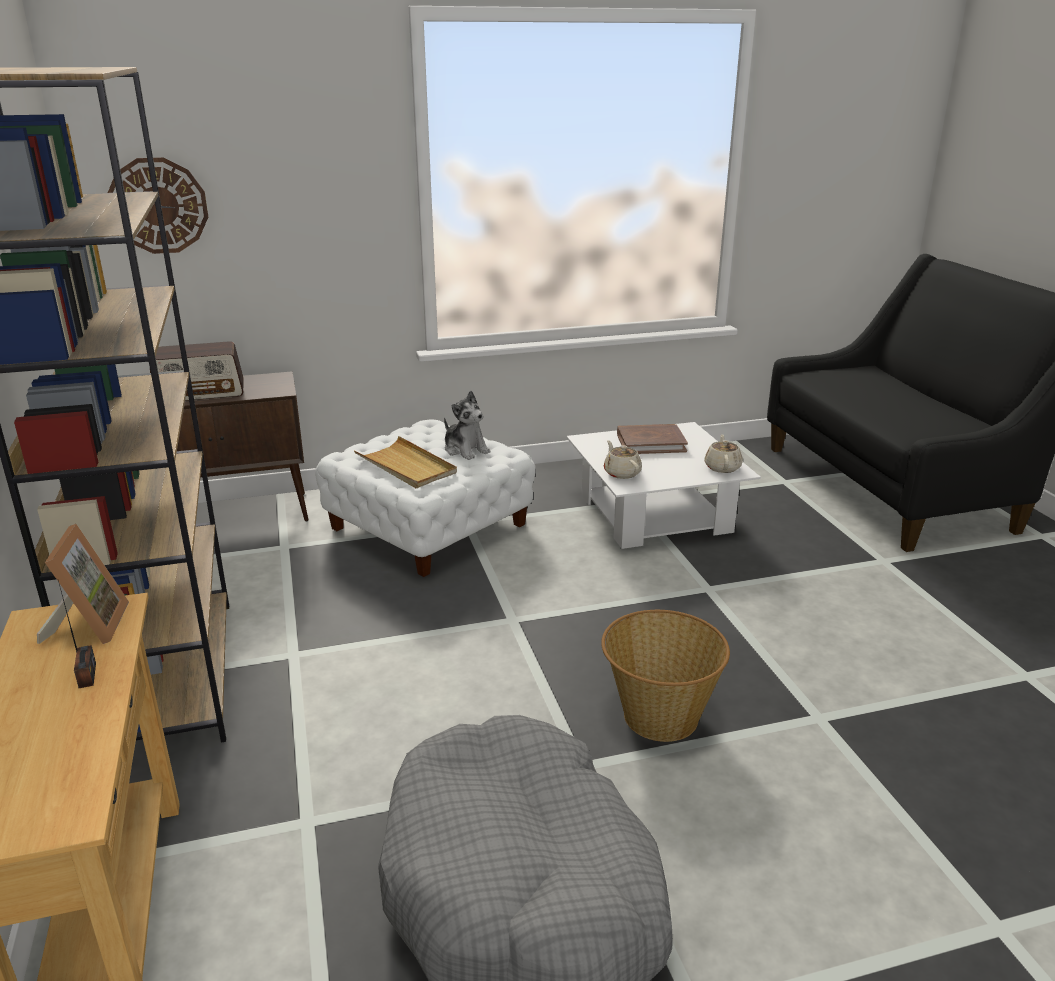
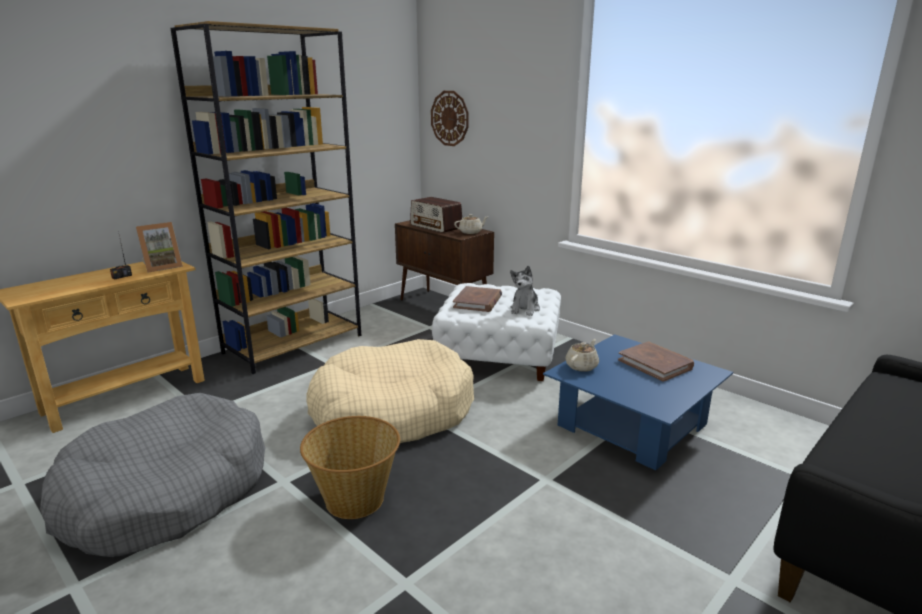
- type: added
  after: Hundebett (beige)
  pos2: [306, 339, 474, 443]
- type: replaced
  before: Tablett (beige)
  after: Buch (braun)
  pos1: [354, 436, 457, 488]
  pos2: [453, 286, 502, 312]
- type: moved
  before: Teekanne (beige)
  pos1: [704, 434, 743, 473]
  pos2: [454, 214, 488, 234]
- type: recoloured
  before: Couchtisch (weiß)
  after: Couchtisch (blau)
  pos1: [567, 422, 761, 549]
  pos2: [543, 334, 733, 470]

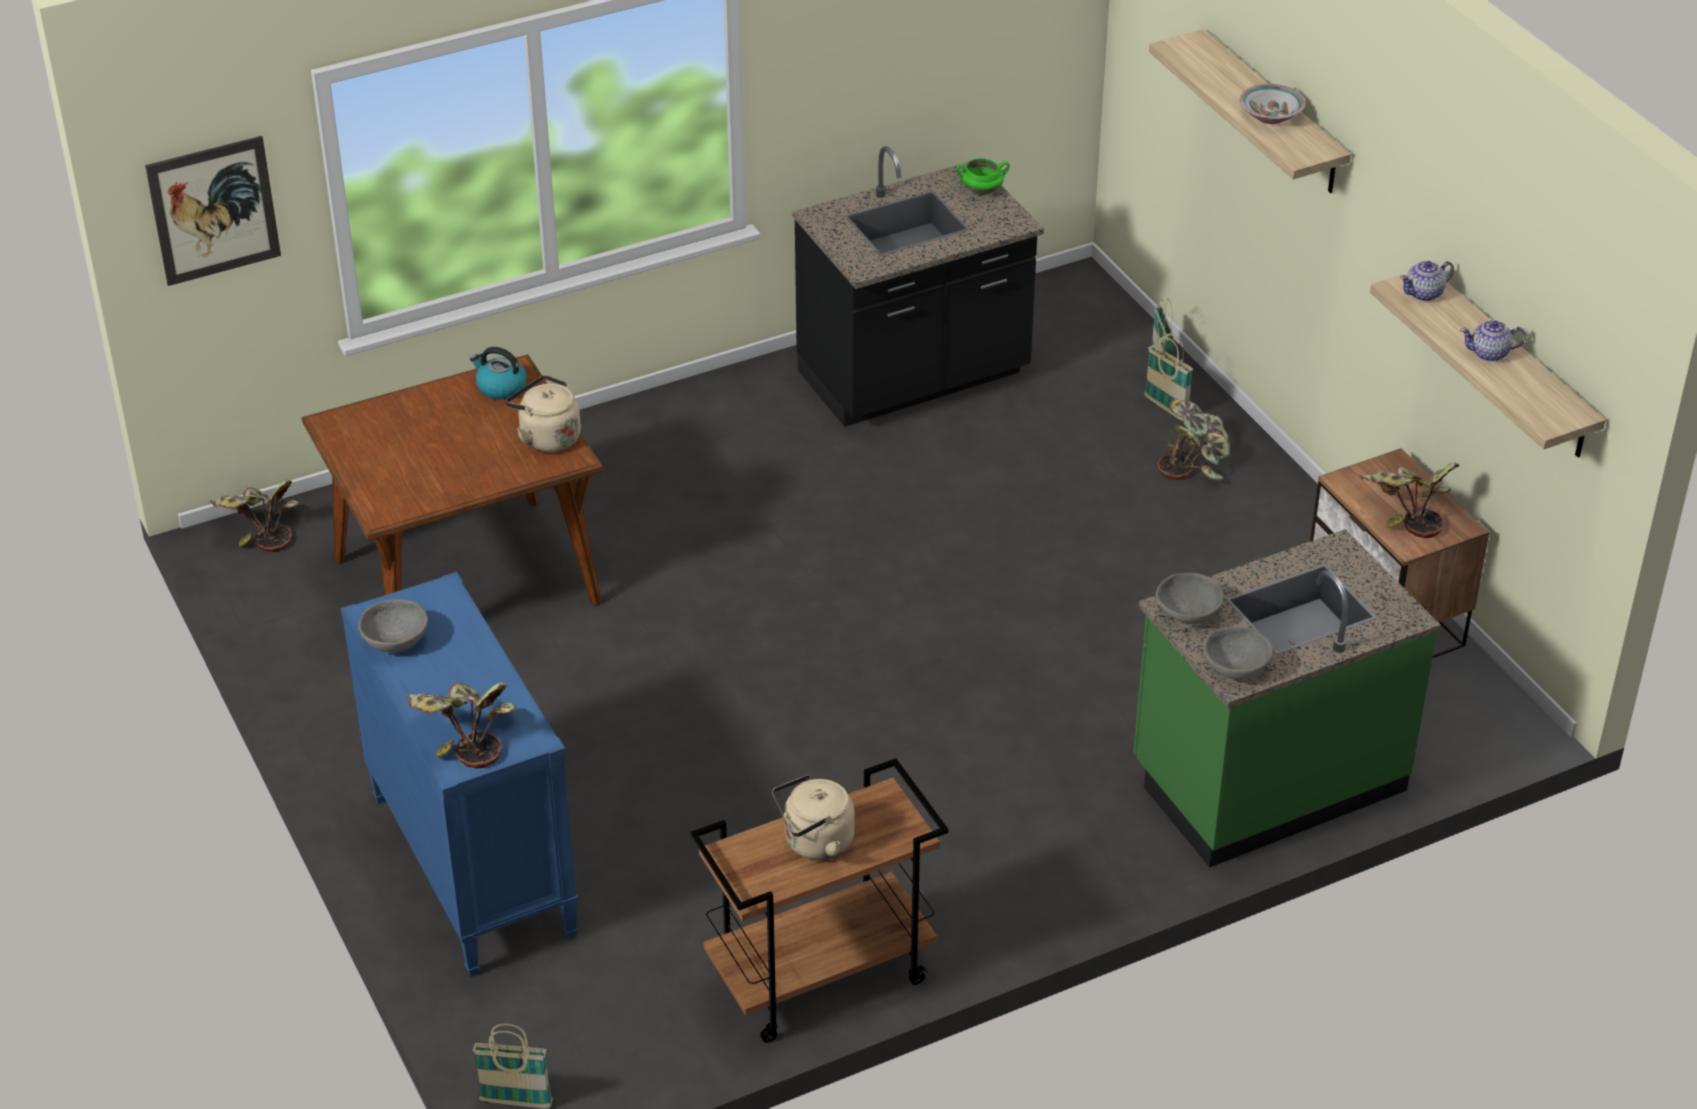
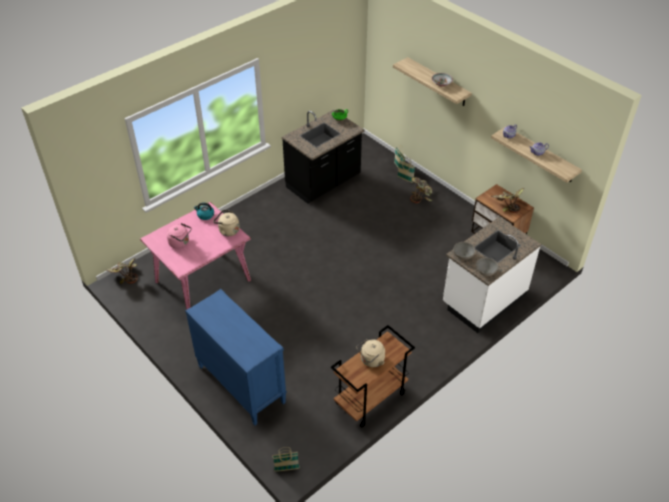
- type: recoloured
  before: Esstisch (braun)
  after: Esstisch (rosa)
  pos1: [302, 354, 604, 606]
  pos2: [140, 202, 251, 310]
- type: added
  after: Wasserkessel (rosa)
  pos2: [166, 223, 191, 249]
- type: recoloured
  before: Küchenzeile (grün)
  after: Küchenzeile (weiß)
  pos1: [1133, 529, 1440, 867]
  pos2: [443, 217, 541, 333]
- type: removed
  before: Bild
  pos1: [145, 136, 281, 286]
- type: removed
  before: Schüssel (grau)
  pos1: [359, 599, 428, 652]
- type: removed
  before: Topfpflanze
  pos1: [407, 683, 517, 768]

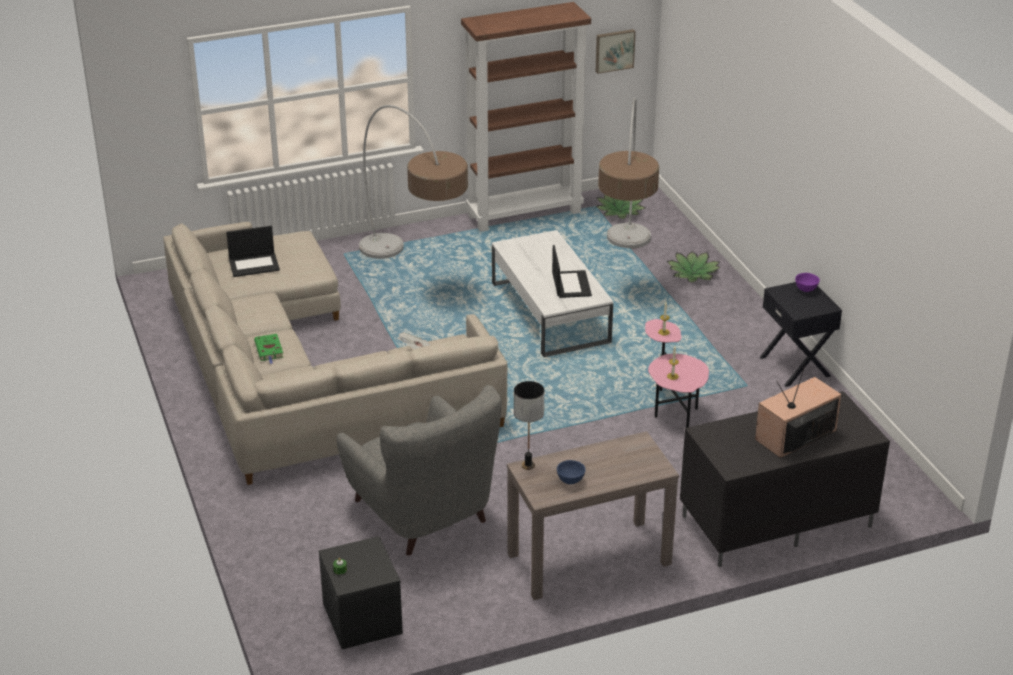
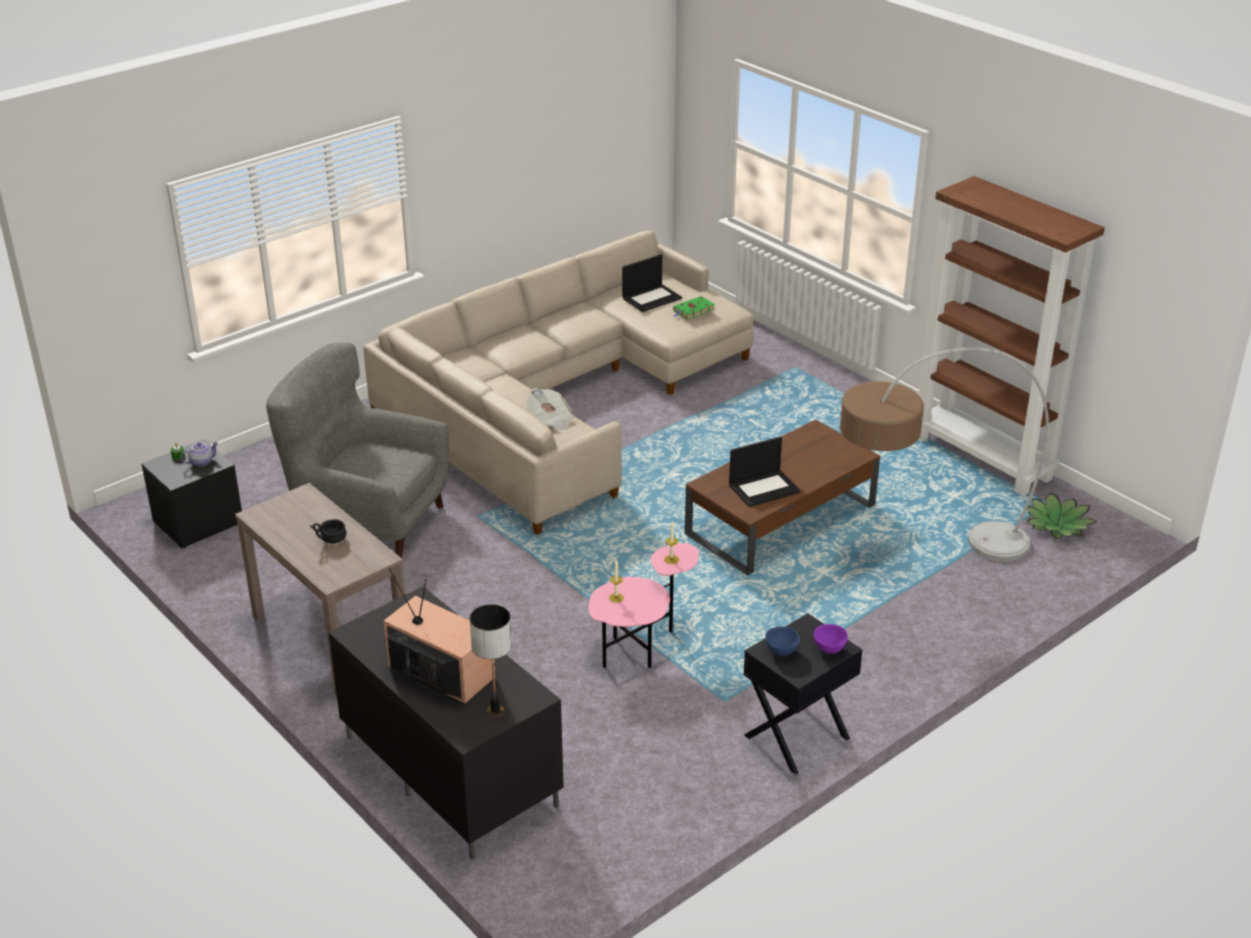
- type: added
  after: Teekanne
  pos2: [181, 442, 219, 467]
- type: turned
  before: Sessel (grau)
  pos1: [337, 385, 502, 556]
  pos2: [266, 342, 449, 558]
  turn: 75
- type: added
  after: Schüssel (schwarz)
  pos2: [310, 519, 347, 544]
- type: moved
  before: Tischlampe
  pos1: [514, 381, 544, 470]
  pos2: [470, 604, 512, 718]
- type: turned
  before: Laptop
  pos1: [226, 226, 280, 277]
  pos2: [622, 254, 682, 312]
  turn: -90
- type: moved
  before: Buch (grün)
  pos1: [254, 334, 283, 364]
  pos2: [673, 296, 715, 319]
- type: recoloured
  before: Couchtisch (weiß)
  after: Couchtisch (braun)
  pos1: [492, 230, 613, 357]
  pos2: [685, 420, 880, 576]
- type: moved
  before: Schüssel (blau)
  pos1: [557, 460, 586, 484]
  pos2: [765, 626, 800, 656]
- type: removed
  before: Stehlampe
  pos1: [359, 105, 468, 259]
- type: removed
  before: Bild
  pos1: [596, 29, 636, 74]
- type: removed
  before: Topfpflanze
  pos1: [667, 252, 721, 283]

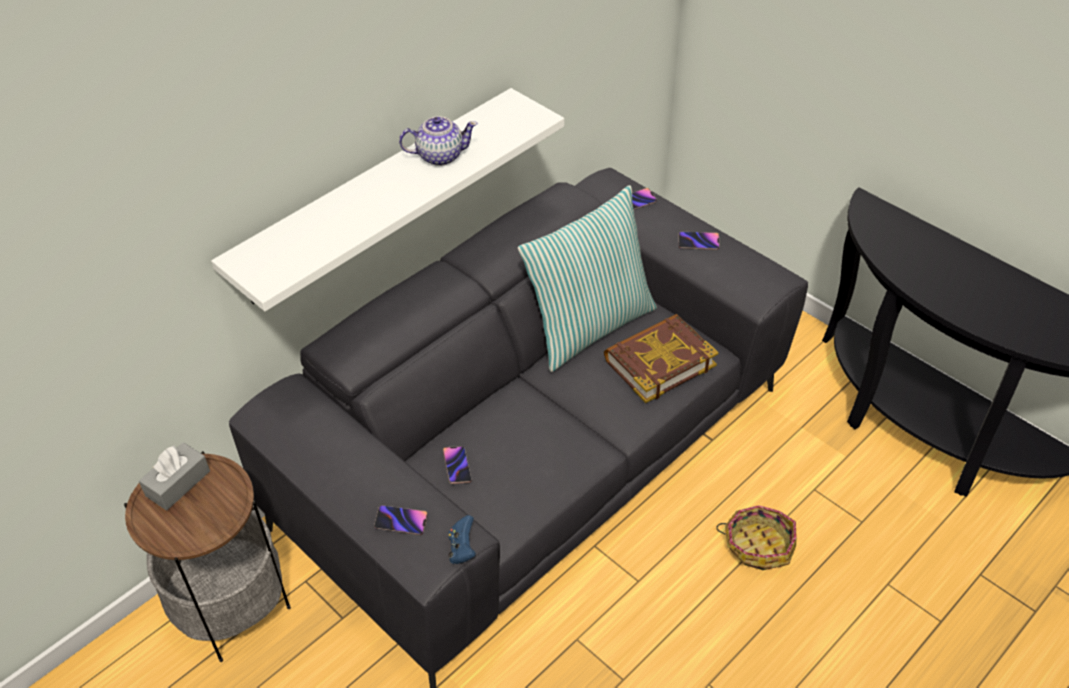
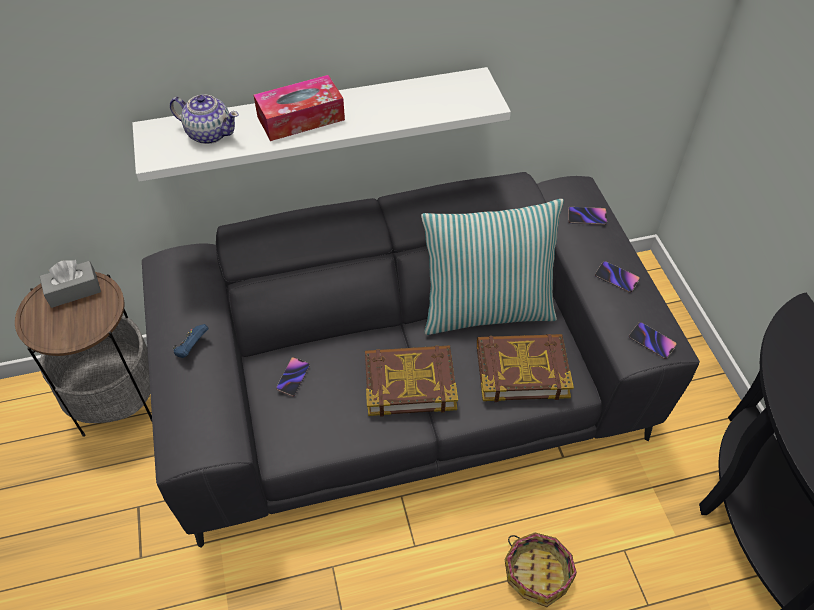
- type: moved
  before: Teekanne
  pos1: [399, 116, 478, 166]
  pos2: [170, 94, 239, 144]
- type: moved
  before: Gamepad (blau)
  pos1: [448, 515, 476, 564]
  pos2: [173, 324, 209, 358]
- type: added
  after: Taschentuchbox
  pos2: [254, 75, 345, 141]
- type: added
  after: Buch
  pos2: [365, 345, 458, 417]
- type: moved
  before: Handy
  pos1: [374, 505, 428, 535]
  pos2: [629, 322, 677, 359]

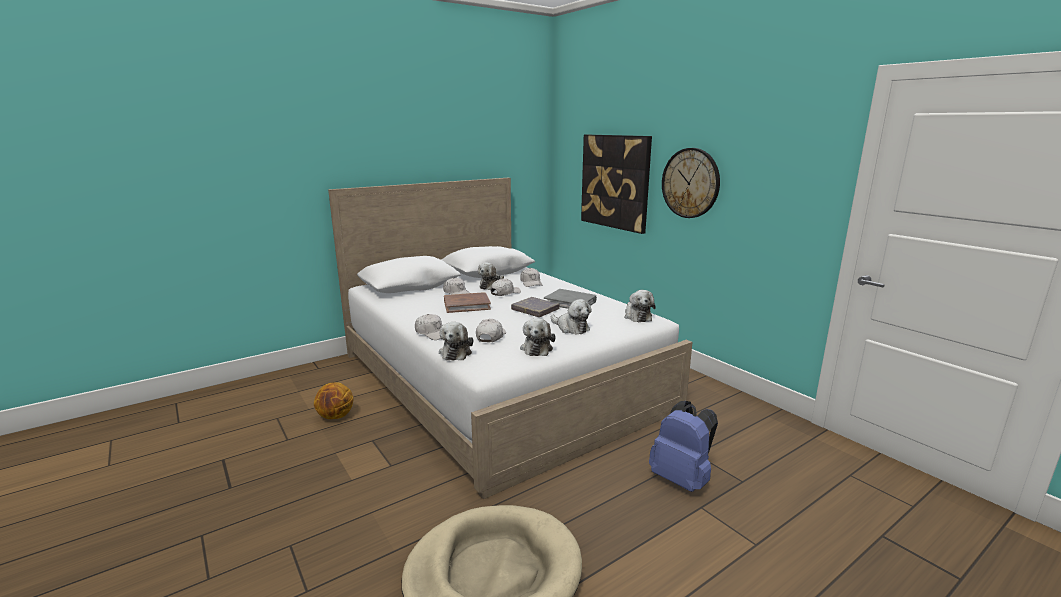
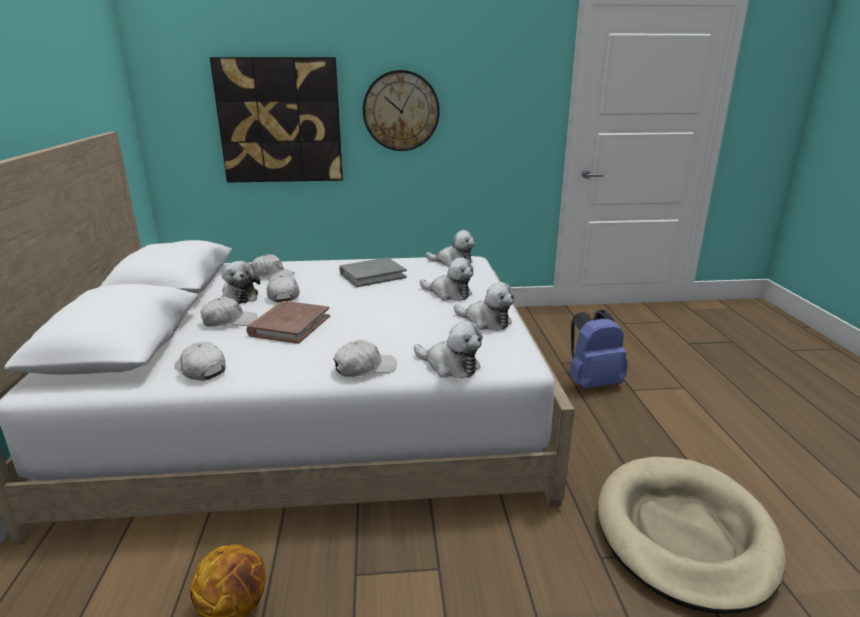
- type: moved
  before: Kappe (weiß)
  pos1: [476, 319, 506, 342]
  pos2: [174, 342, 226, 381]
- type: turned
  before: Plüschtier
  pos1: [551, 299, 592, 334]
  pos2: [420, 257, 473, 301]
  turn: 45
- type: removed
  before: Buch (grau)
  pos1: [511, 297, 559, 317]

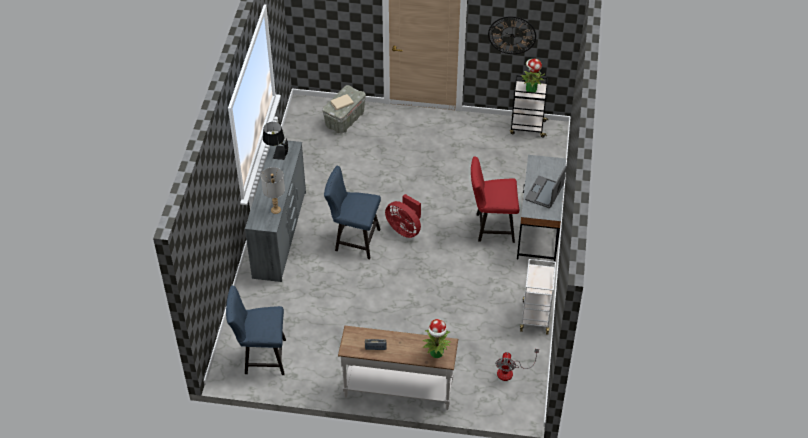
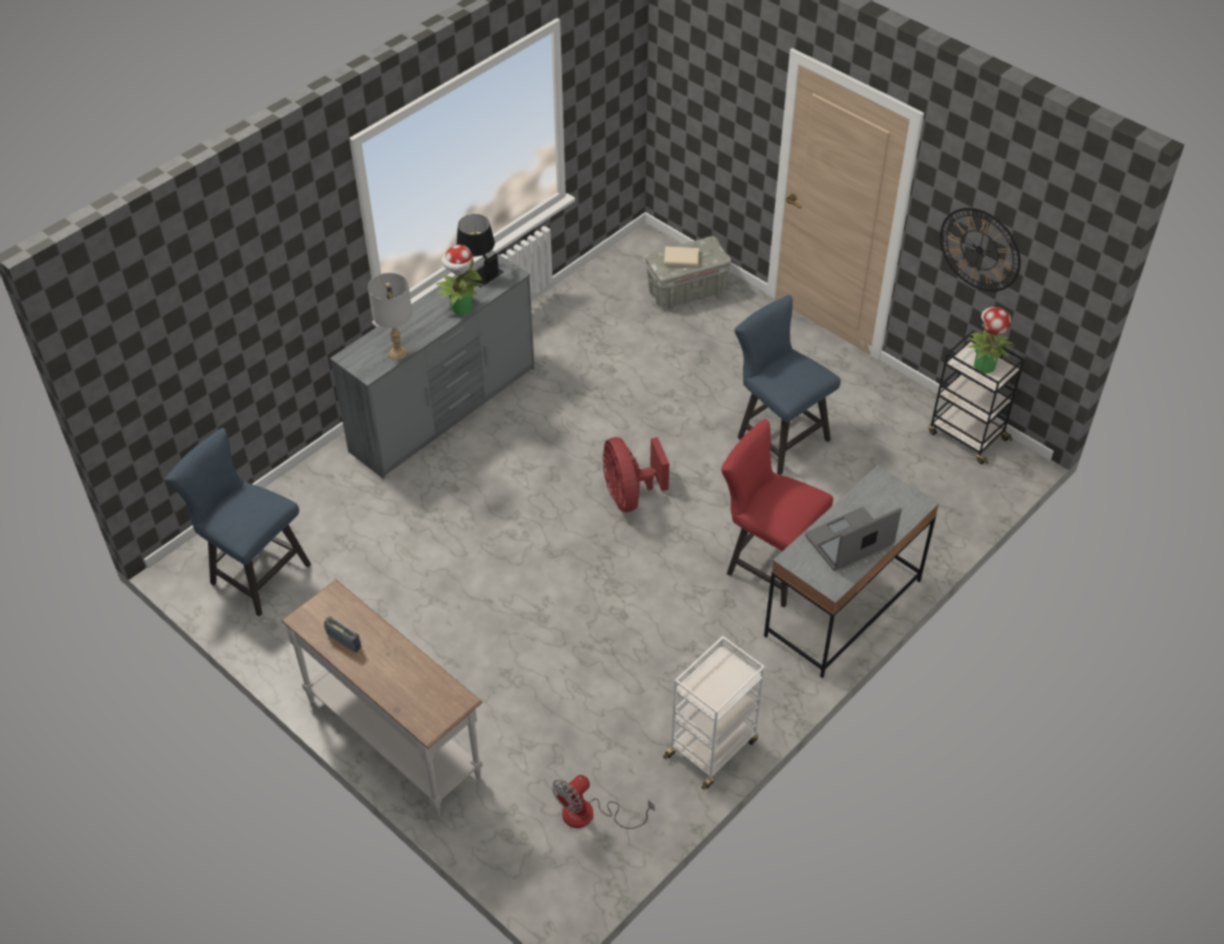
- type: moved
  before: Topfpflanze
  pos1: [422, 319, 451, 358]
  pos2: [436, 245, 483, 315]
- type: moved
  before: Stuhl (blau)
  pos1: [324, 165, 381, 259]
  pos2: [734, 295, 841, 475]

